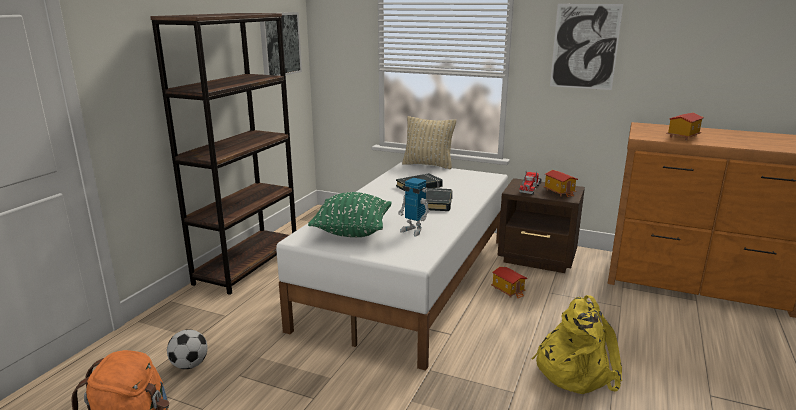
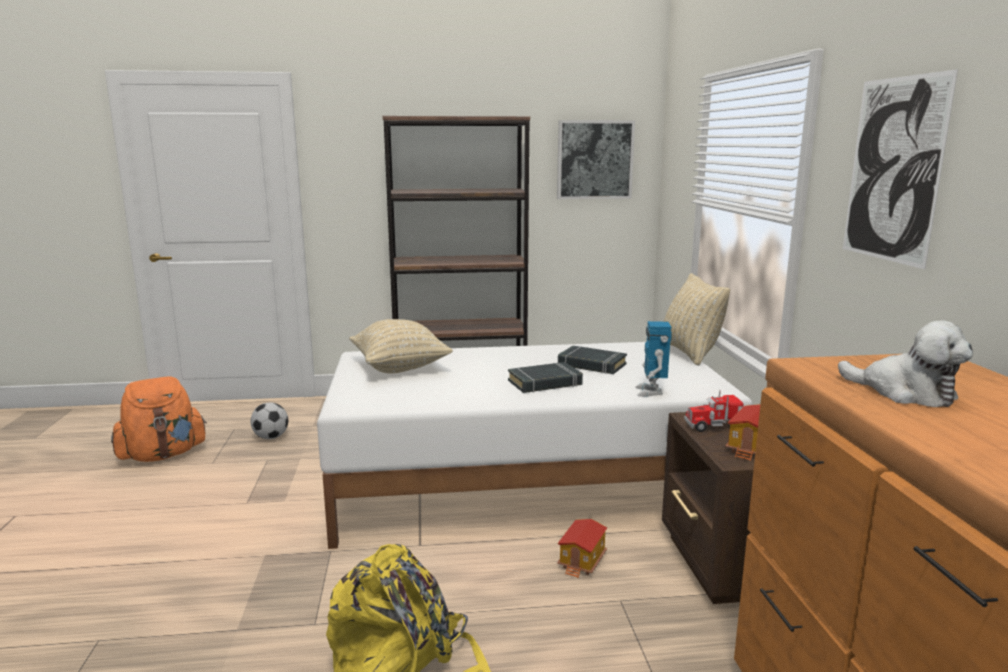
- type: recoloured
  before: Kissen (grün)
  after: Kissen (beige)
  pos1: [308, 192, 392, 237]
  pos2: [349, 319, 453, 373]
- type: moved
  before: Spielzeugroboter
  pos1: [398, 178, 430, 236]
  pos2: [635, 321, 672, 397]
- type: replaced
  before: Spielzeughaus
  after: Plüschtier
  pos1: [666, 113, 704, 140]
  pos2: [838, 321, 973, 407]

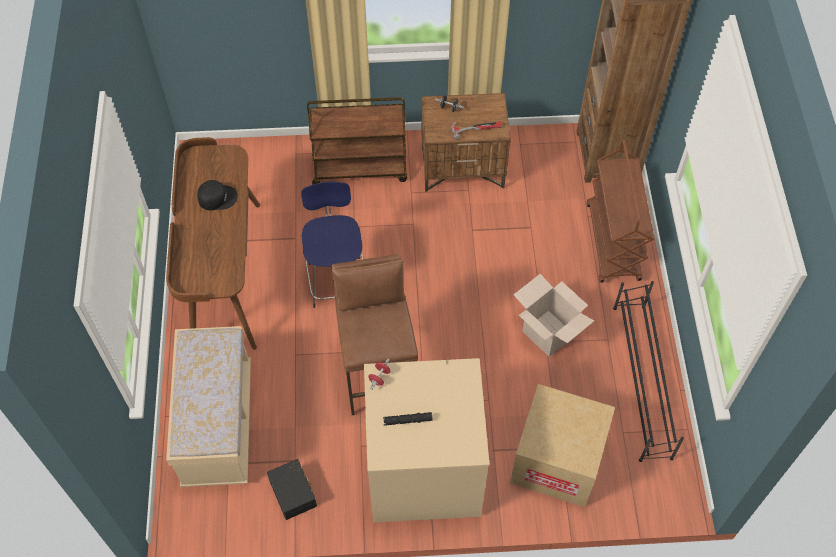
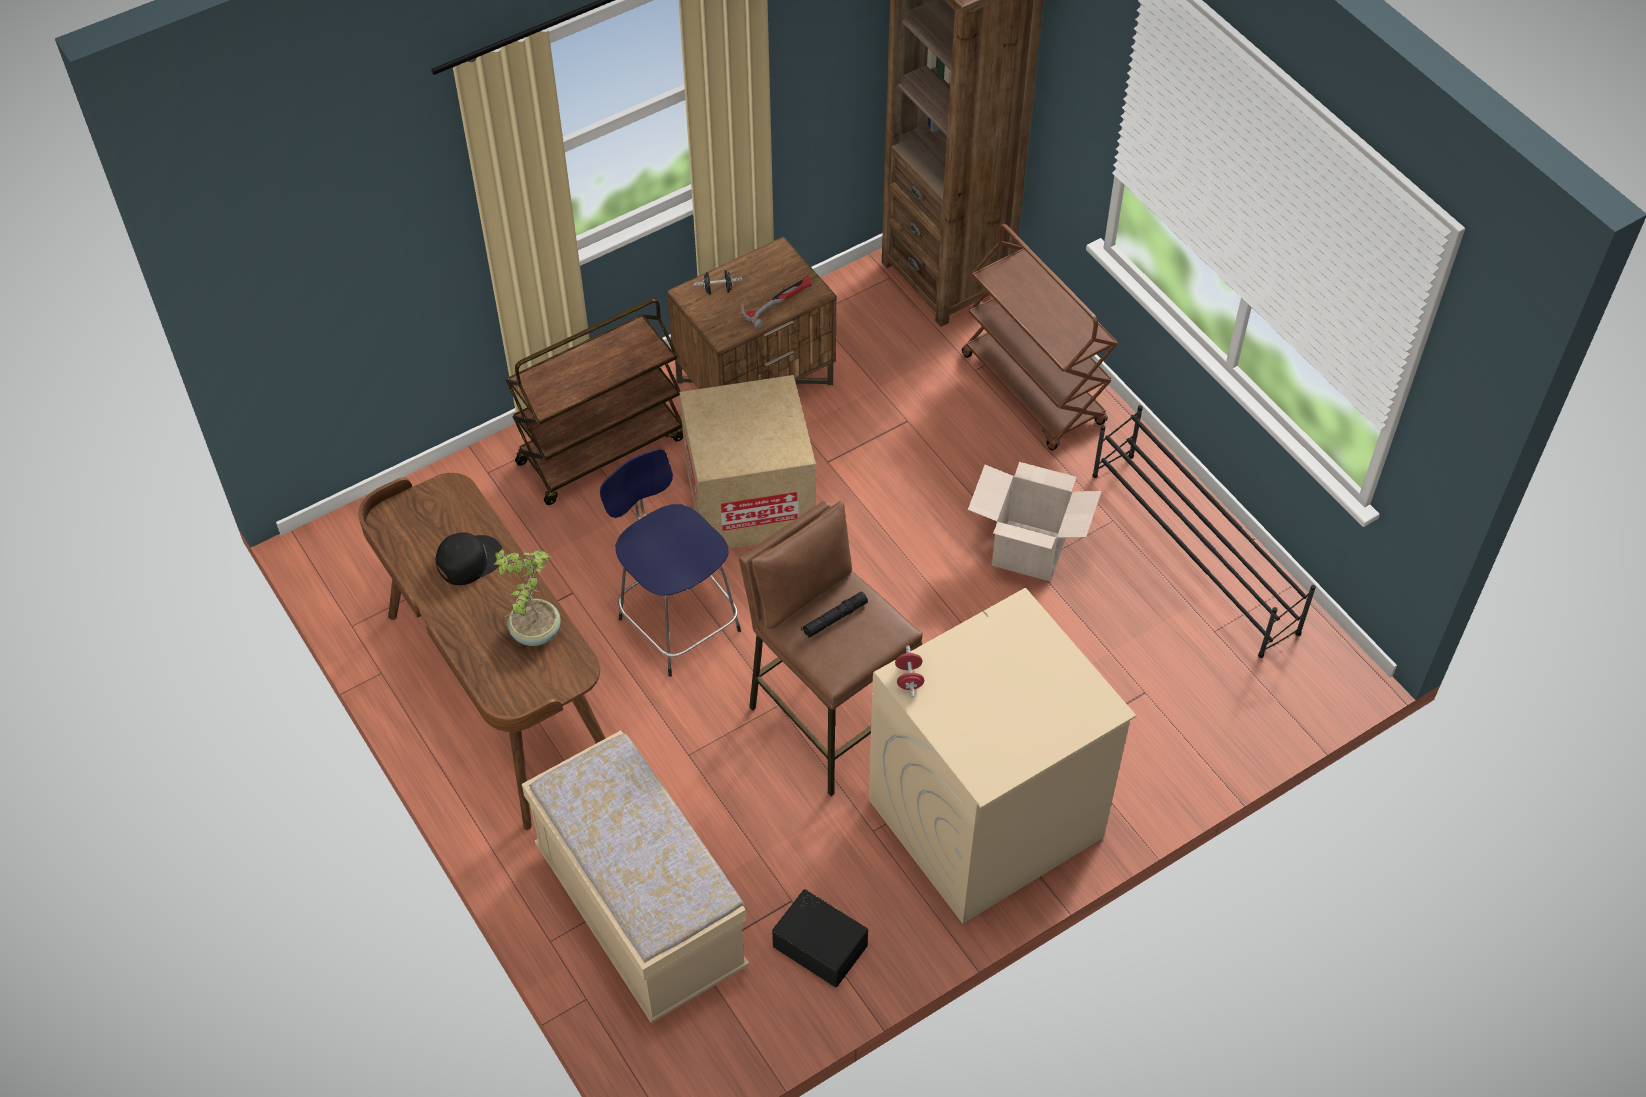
- type: added
  after: Topfpflanze
  pos2: [493, 548, 561, 646]
- type: moved
  before: Karton
  pos1: [510, 384, 615, 507]
  pos2: [679, 375, 816, 549]
- type: moved
  before: Taschenlampe (schwarz)
  pos1: [383, 412, 433, 426]
  pos2: [801, 592, 868, 638]

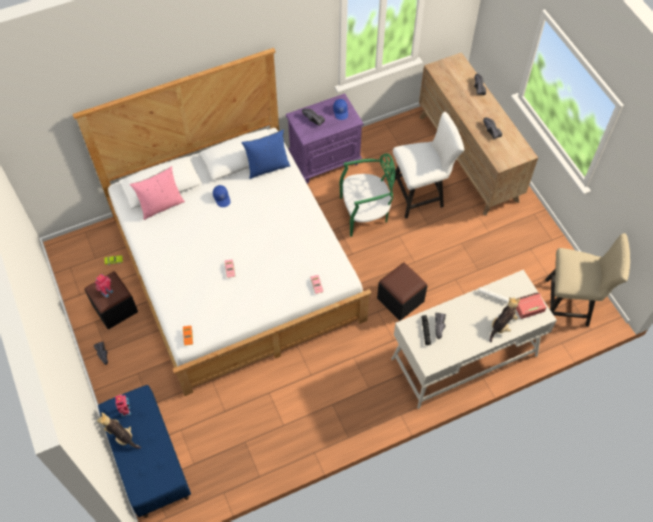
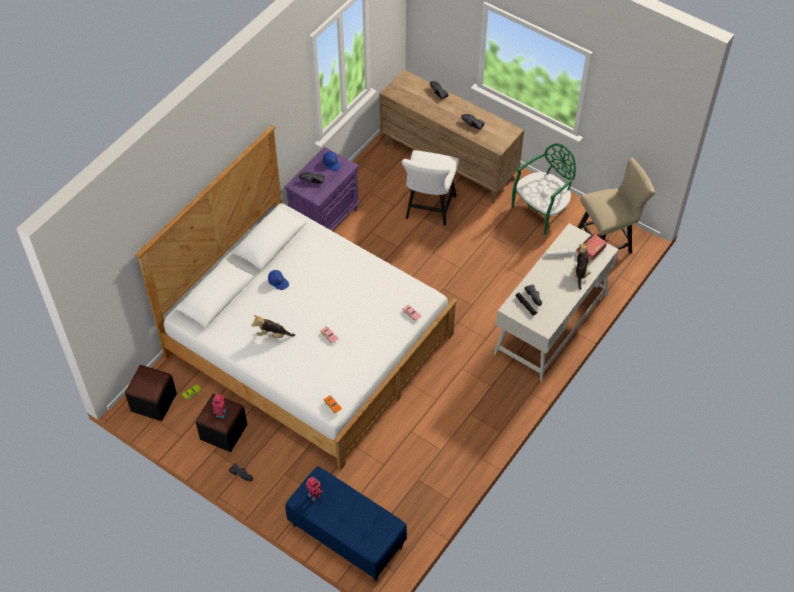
- type: moved
  before: Polsterhocker (schwarz)
  pos1: [377, 262, 427, 321]
  pos2: [125, 365, 177, 421]
- type: moved
  before: Plüschtier
  pos1: [97, 412, 141, 449]
  pos2: [251, 315, 295, 338]
- type: turned
  before: Stuhl (weiß)
  pos1: [393, 112, 464, 219]
  pos2: [402, 150, 459, 226]
  turn: 150
- type: moved
  before: Stuhl (grün)
  pos1: [339, 153, 396, 237]
  pos2: [511, 143, 576, 235]
- type: removed
  before: Kissen (rosa)
  pos1: [130, 166, 185, 220]
- type: removed
  before: Kissen (blau)
  pos1: [241, 130, 290, 179]

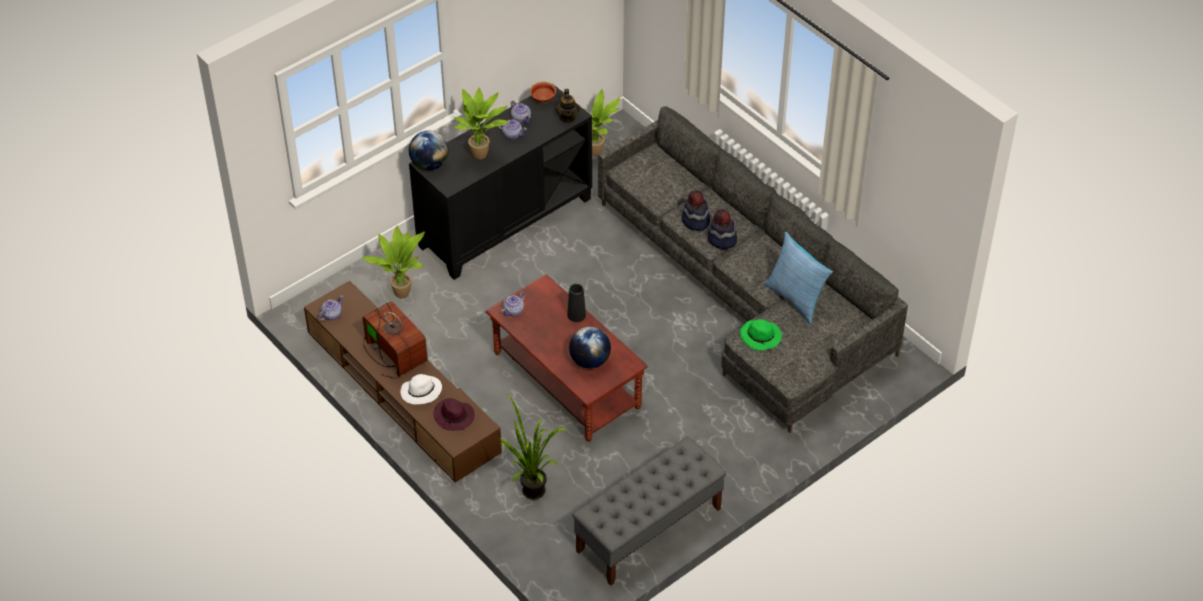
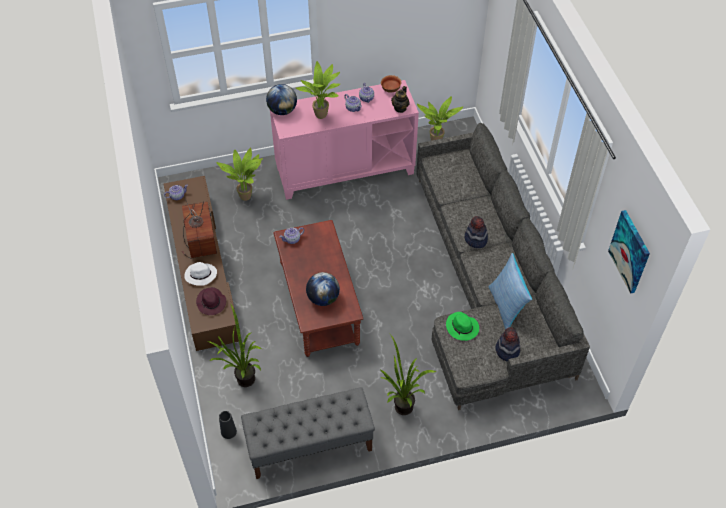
- type: moved
  before: Vase (schwarz)
  pos1: [567, 284, 586, 322]
  pos2: [219, 411, 237, 439]
- type: recoloured
  before: Schrank (schwarz)
  after: Schrank (rosa)
  pos1: [409, 84, 592, 280]
  pos2: [270, 80, 419, 200]
- type: added
  after: Topfpflanze
  pos2: [381, 335, 437, 415]
- type: moved
  before: Hut
  pos1: [682, 190, 710, 231]
  pos2: [496, 328, 520, 362]
- type: added
  after: Bild
  pos2: [608, 210, 650, 294]

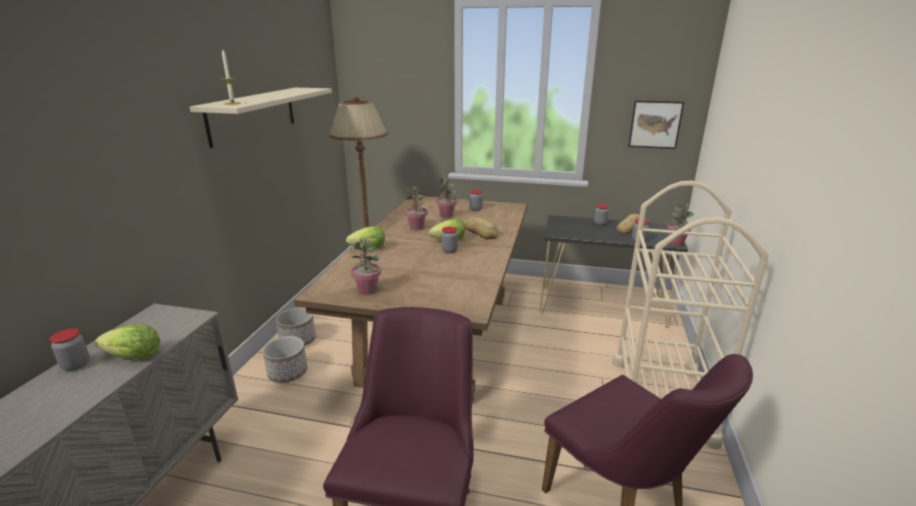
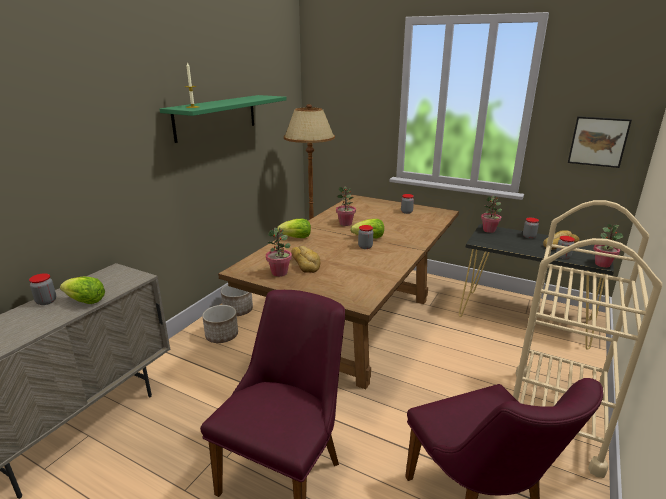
- type: recoloured
  before: Wandregal (beige)
  after: Wandregal (grün)
  pos1: [190, 88, 332, 148]
  pos2: [160, 95, 287, 143]
- type: moved
  before: Brot
  pos1: [462, 218, 498, 240]
  pos2: [291, 246, 320, 273]
- type: moved
  before: Topfpflanze
  pos1: [436, 177, 457, 218]
  pos2: [481, 195, 502, 233]

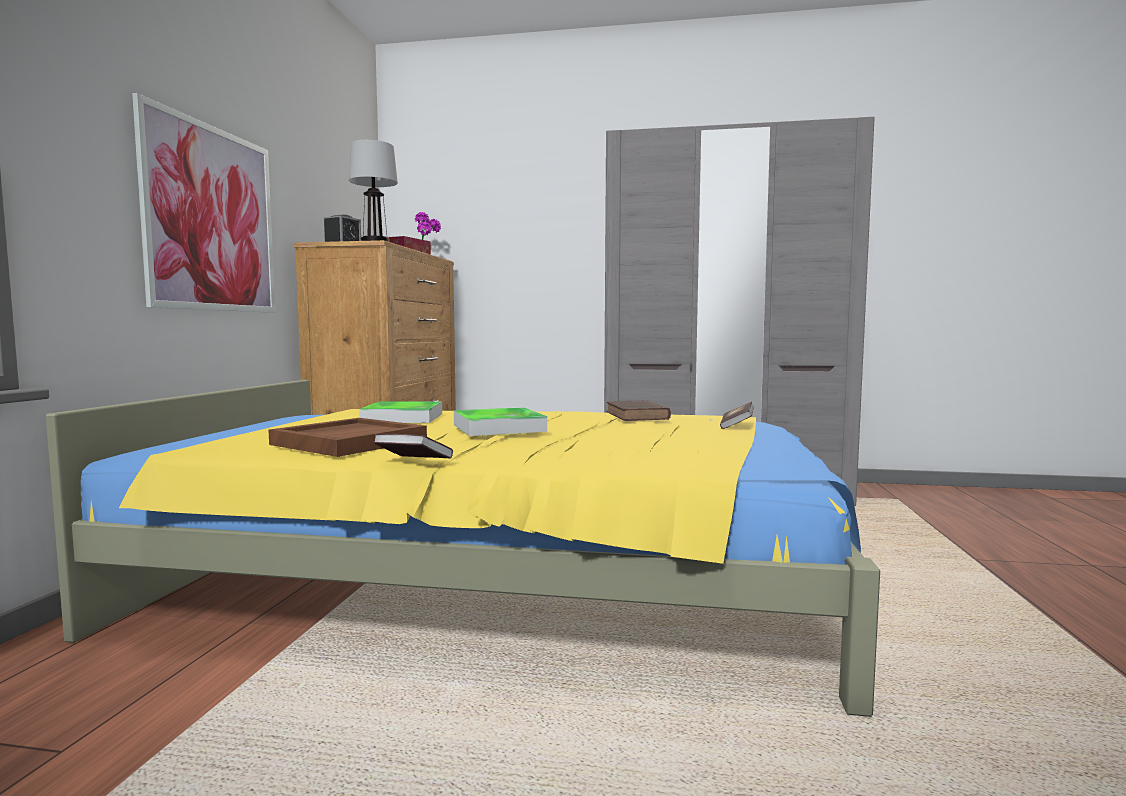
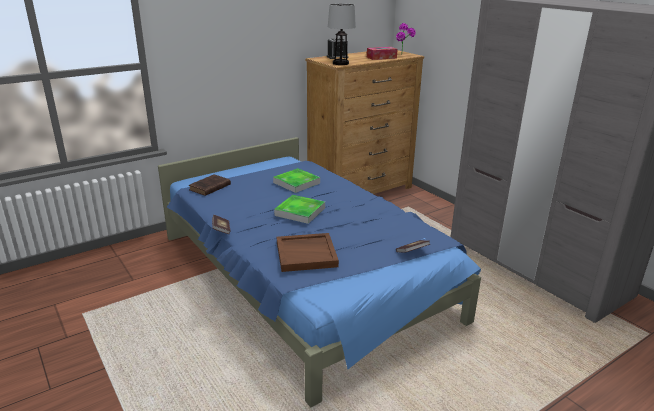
- type: recoloured
  before: Bett (gelb)
  after: Bett (blau)
  pos1: [46, 380, 880, 717]
  pos2: [158, 137, 481, 407]
- type: moved
  before: Buch (braun)
  pos1: [606, 401, 671, 421]
  pos2: [189, 174, 231, 196]
- type: moved
  before: Tablett (braun)
  pos1: [268, 418, 427, 457]
  pos2: [277, 233, 339, 272]
- type: removed
  before: Bild
  pos1: [132, 93, 275, 313]

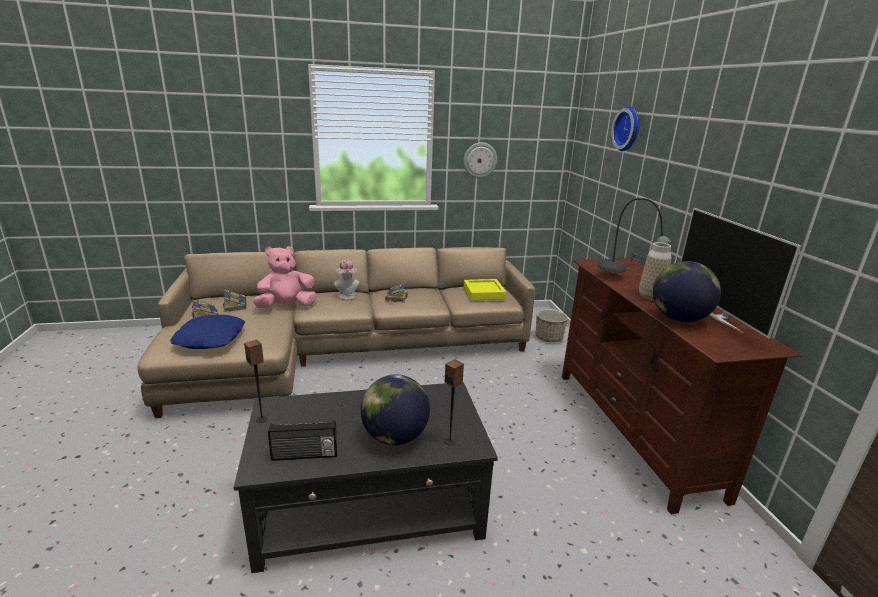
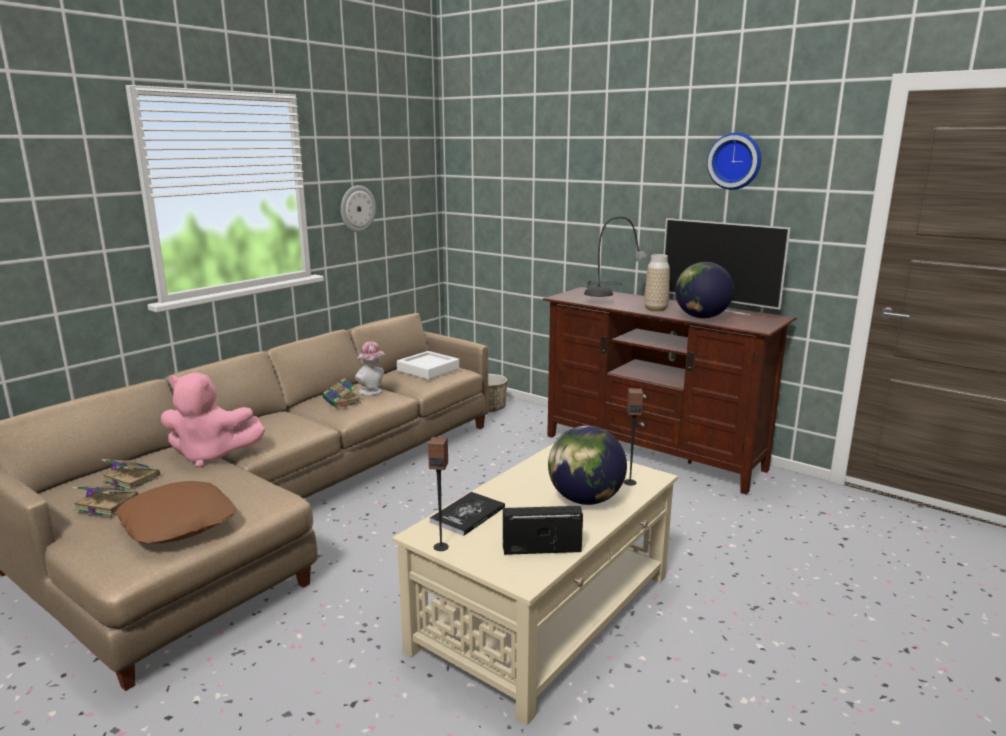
- type: recoloured
  before: Kissen (blau)
  after: Kissen (braun)
  pos1: [170, 315, 245, 349]
  pos2: [115, 481, 236, 543]
- type: turned
  before: Plüschtier (rosa)
  pos1: [253, 246, 317, 308]
  pos2: [161, 373, 265, 467]
  turn: -105
- type: moved
  before: Hut
  pos1: [334, 260, 359, 300]
  pos2: [355, 341, 385, 395]
- type: recoloured
  before: Couchtisch (schwarz)
  after: Couchtisch (beige)
  pos1: [234, 382, 498, 573]
  pos2: [392, 443, 678, 725]
- type: recoloured
  before: Tablett (gelb)
  after: Tablett (weiß)
  pos1: [464, 279, 506, 301]
  pos2: [397, 351, 459, 380]
- type: added
  after: Buch
  pos2: [429, 492, 505, 536]
- type: turned
  before: Radio
  pos1: [268, 420, 337, 461]
  pos2: [503, 506, 583, 555]
  turn: -135
- type: moved
  before: Wanduhr
  pos1: [611, 106, 640, 151]
  pos2: [707, 132, 761, 190]

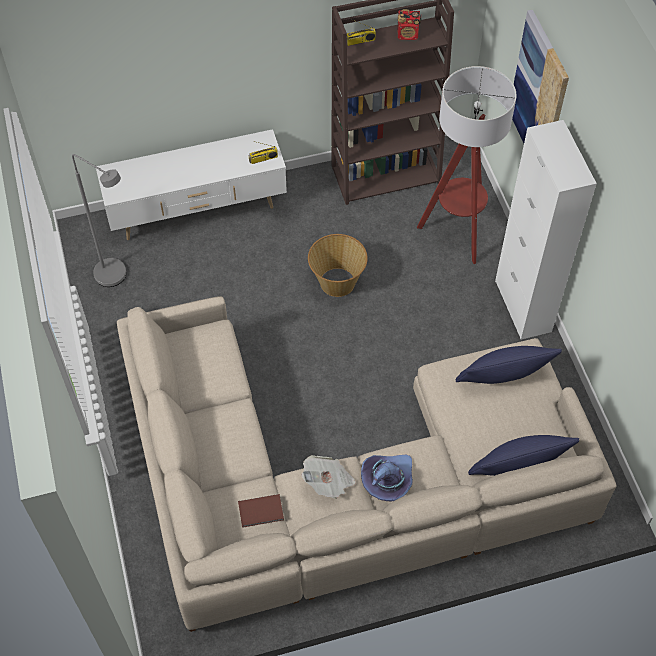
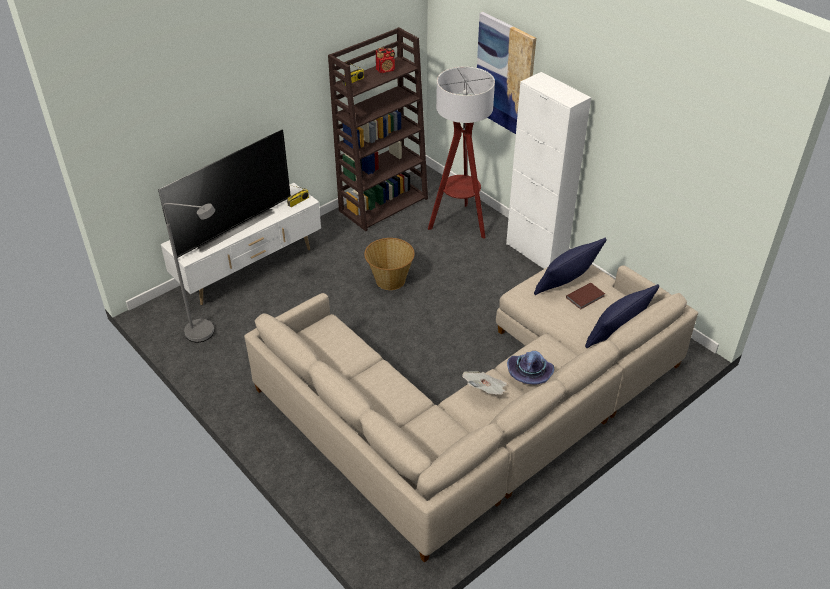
- type: added
  after: Fernseher
  pos2: [158, 129, 291, 258]
- type: moved
  before: Buch (braun)
  pos1: [238, 494, 284, 528]
  pos2: [566, 282, 605, 310]

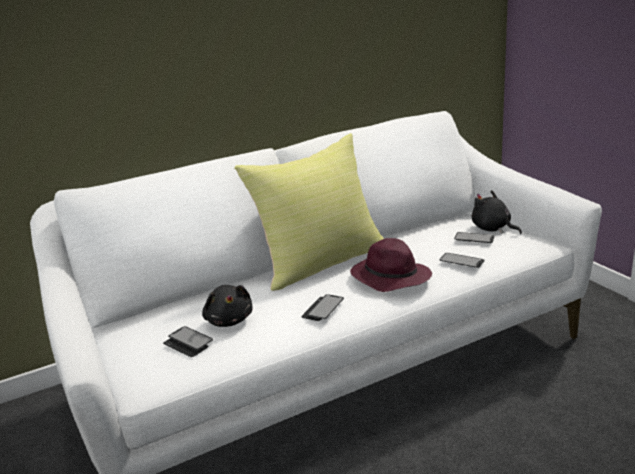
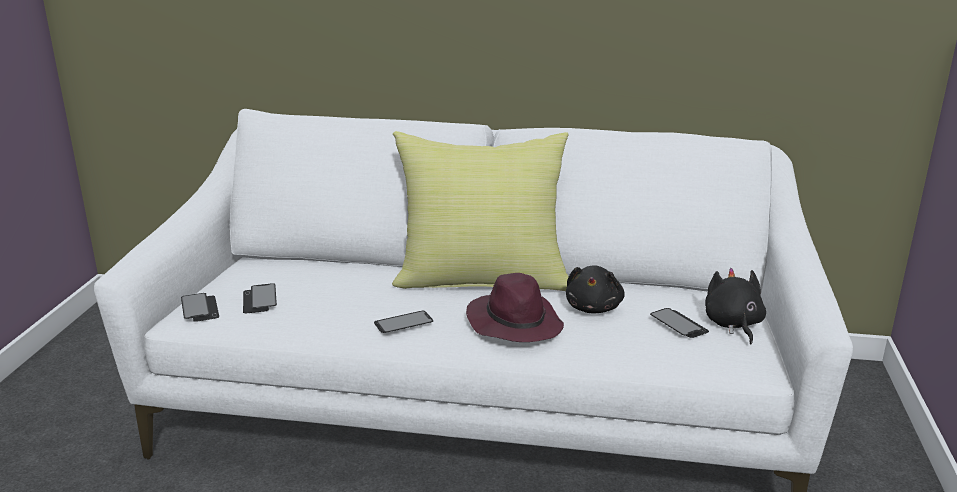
- type: moved
  before: Handy
  pos1: [439, 253, 485, 268]
  pos2: [181, 293, 219, 322]
- type: moved
  before: Plüschtier (schwarz)
  pos1: [202, 285, 253, 327]
  pos2: [566, 266, 625, 313]

